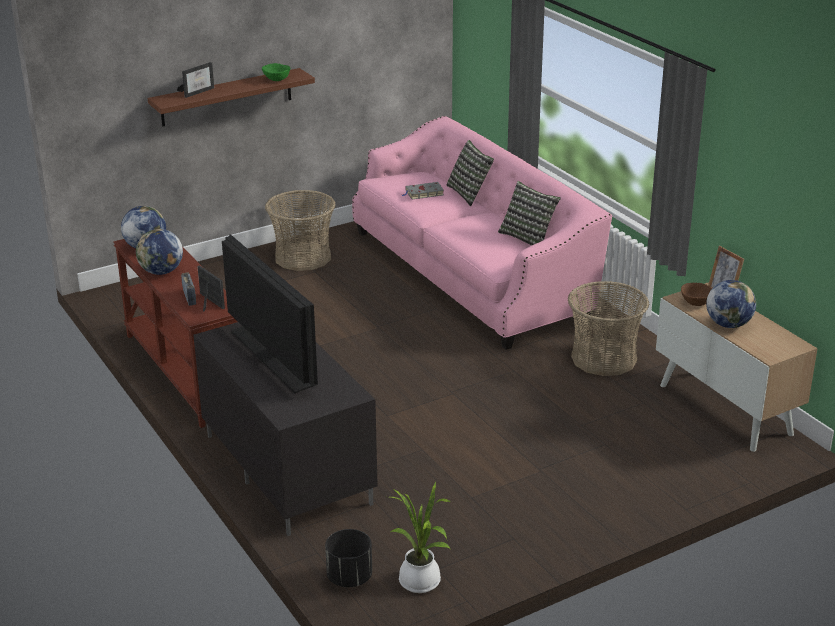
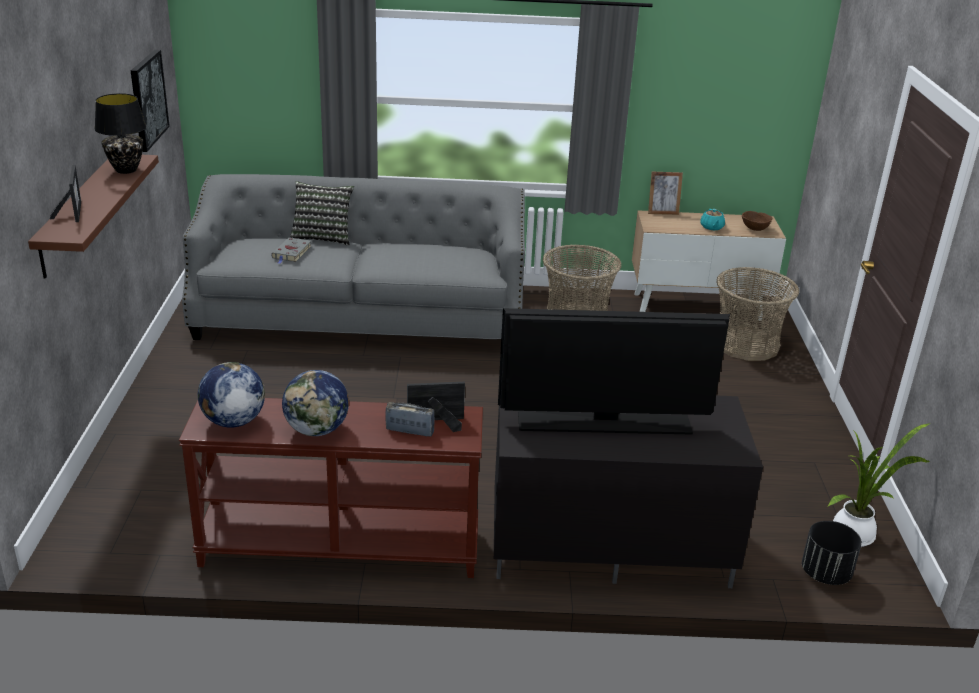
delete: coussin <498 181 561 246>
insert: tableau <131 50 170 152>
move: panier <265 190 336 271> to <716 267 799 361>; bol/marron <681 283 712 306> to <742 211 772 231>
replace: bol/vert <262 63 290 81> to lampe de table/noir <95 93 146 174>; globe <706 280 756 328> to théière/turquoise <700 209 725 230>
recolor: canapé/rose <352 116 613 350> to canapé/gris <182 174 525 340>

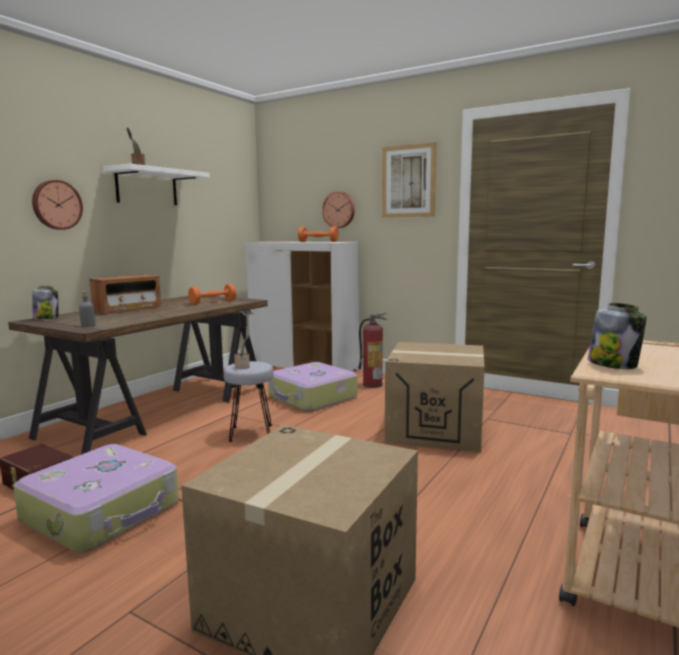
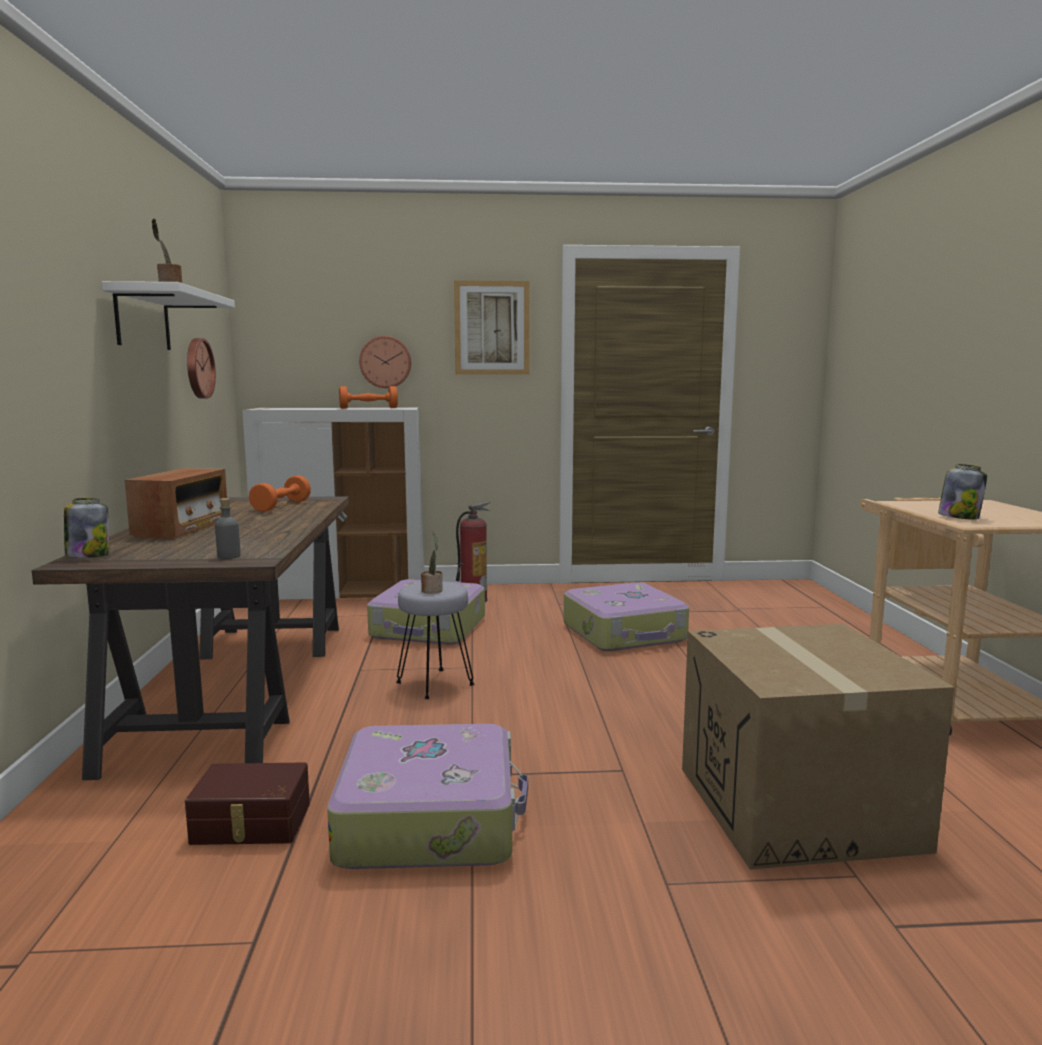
move: horloge murale <32 180 83 230> to <187 338 216 399>
replace: carton <385 342 485 452> to valise <564 582 689 651>

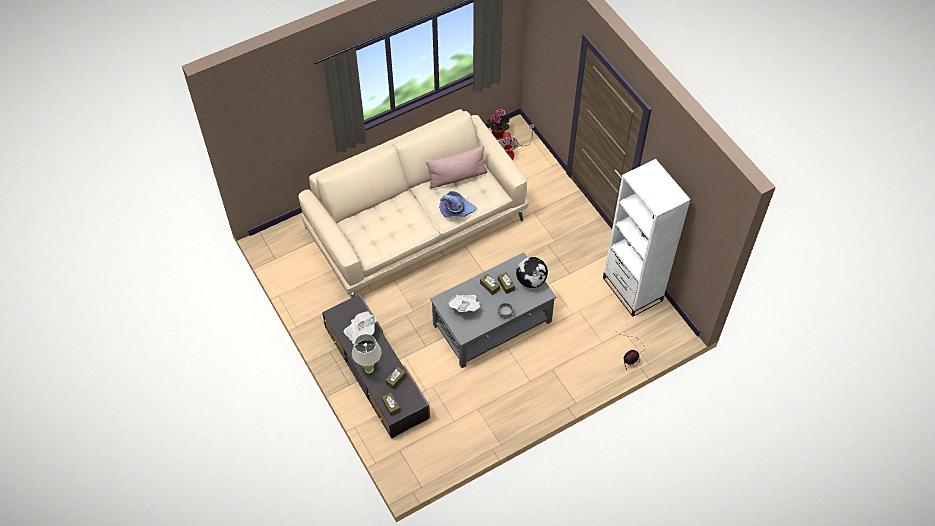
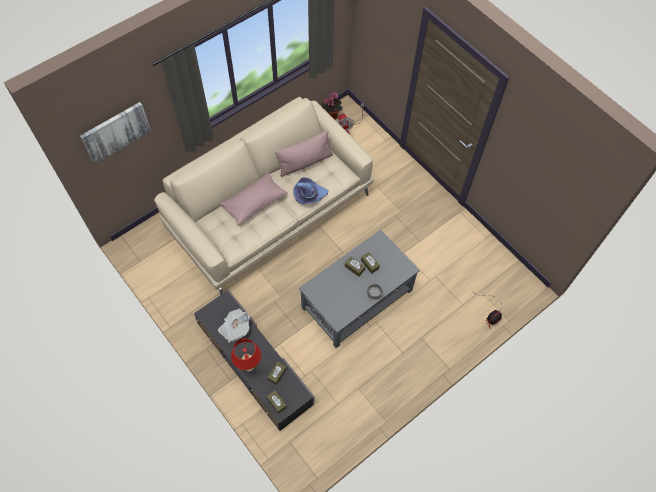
delete: journal <448 295 481 312>; globe <516 257 548 288>; bibliothèque/blanc <603 159 691 317>
insert: tableau <80 102 151 164>; coussin/rose <220 172 287 226>
recolor: lampe de table/beige <352 334 382 373> to lampe de table/rouge <231 338 261 371>

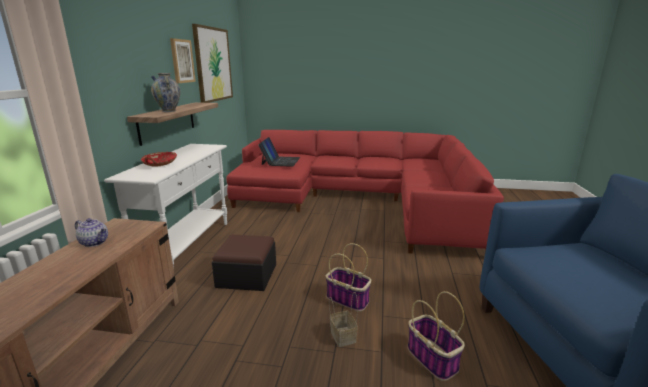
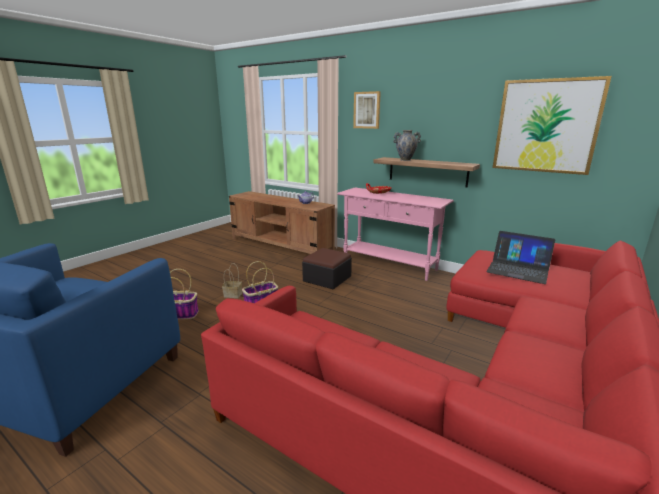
move: tableau <170 38 196 83> to <353 91 381 129>
recolor: table console/blanc <104 144 227 267> to table console/rose <337 188 454 281>

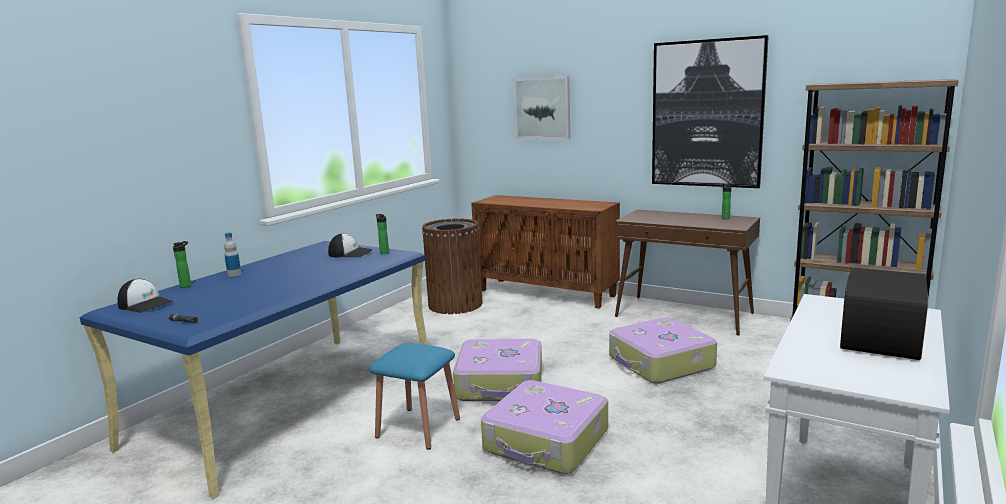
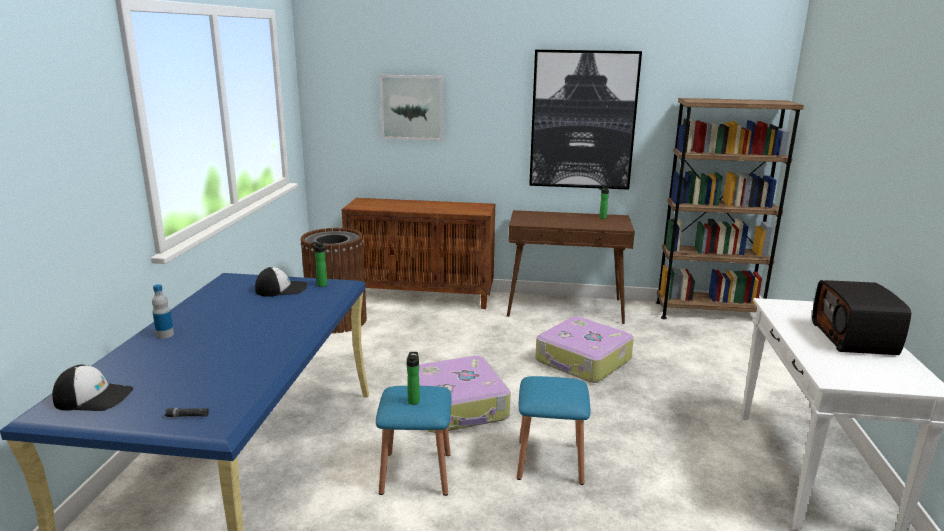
move: bouteille <173 241 191 288> to <407 352 420 405>
replace: valise <481 380 608 474> to tabouret/bleu <517 376 590 485>

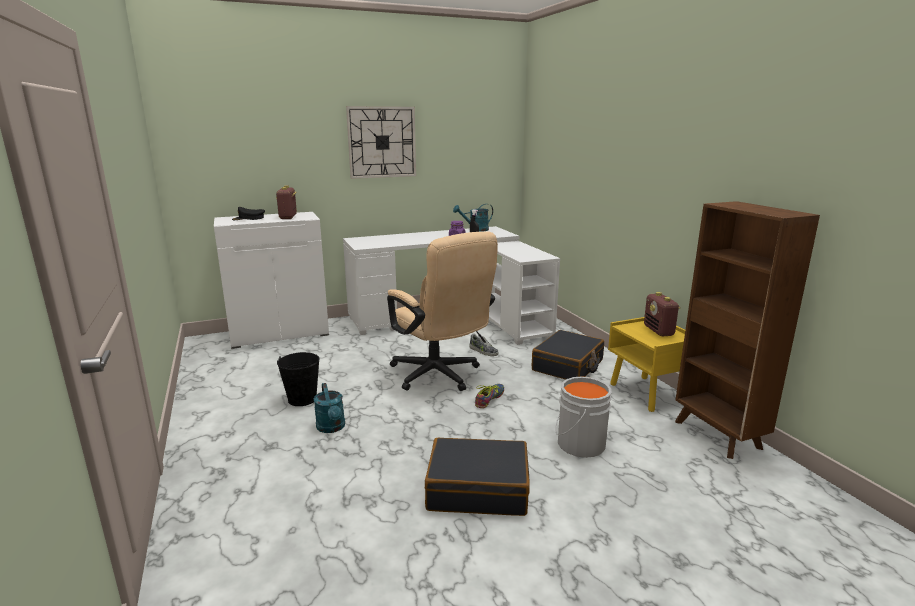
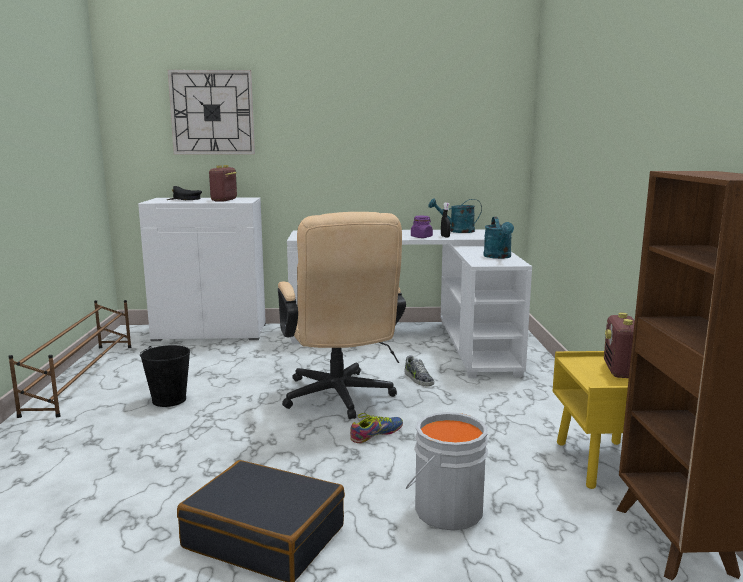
delete: valise/noir <532 330 604 379>
insert: étagère à chaussures/marron <8 300 131 418>
move: horloge murale <346 106 416 179> to <168 70 255 155>; arrosoir/turquoise <314 383 345 433> to <483 217 514 259>

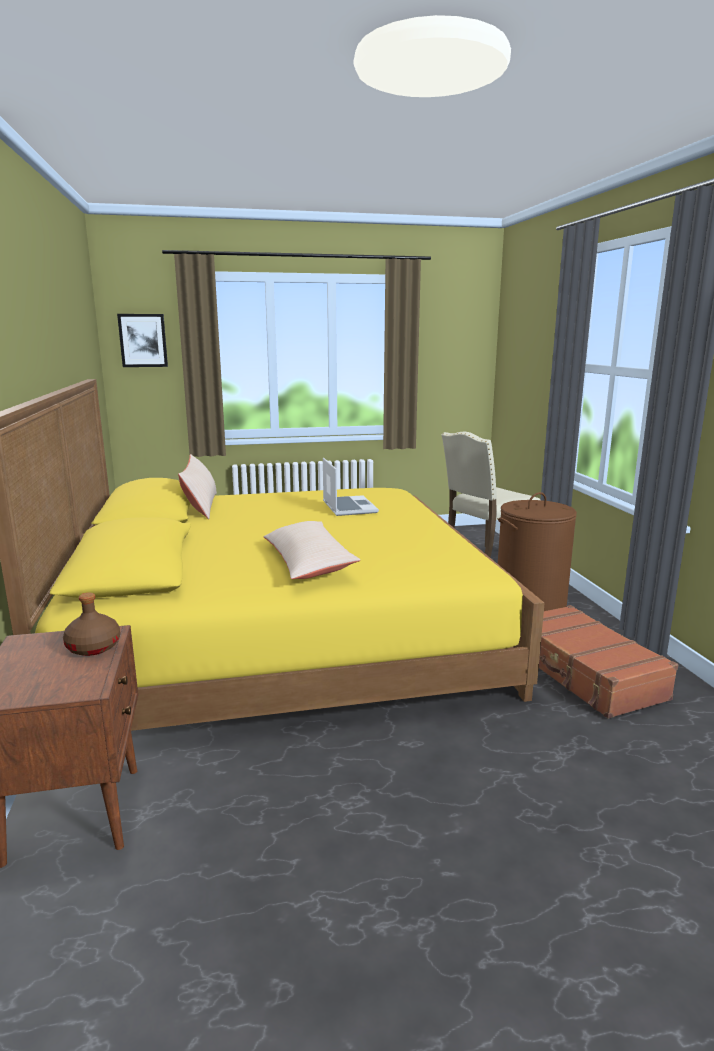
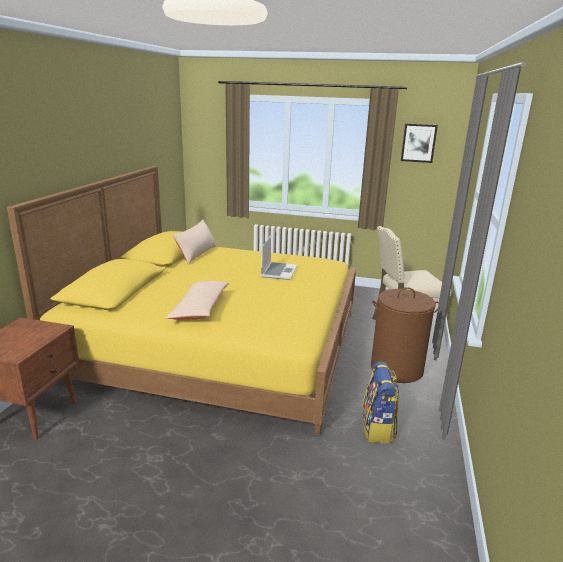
delete: bouteille/marron <63 593 120 656>
move: tableau <117 314 168 367> to <401 123 438 163>
replace: valise/marron <539 605 678 719> to sac à dos <362 362 399 443>

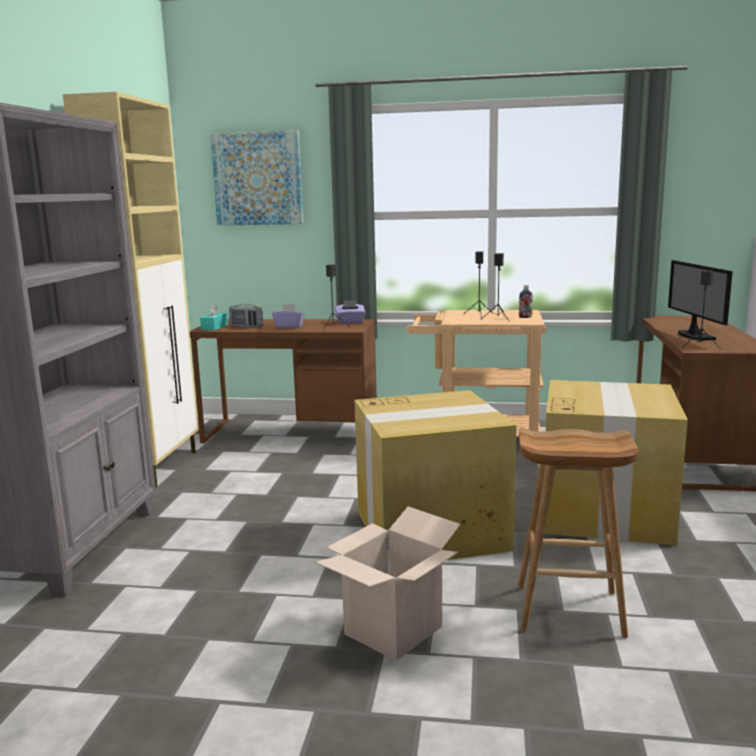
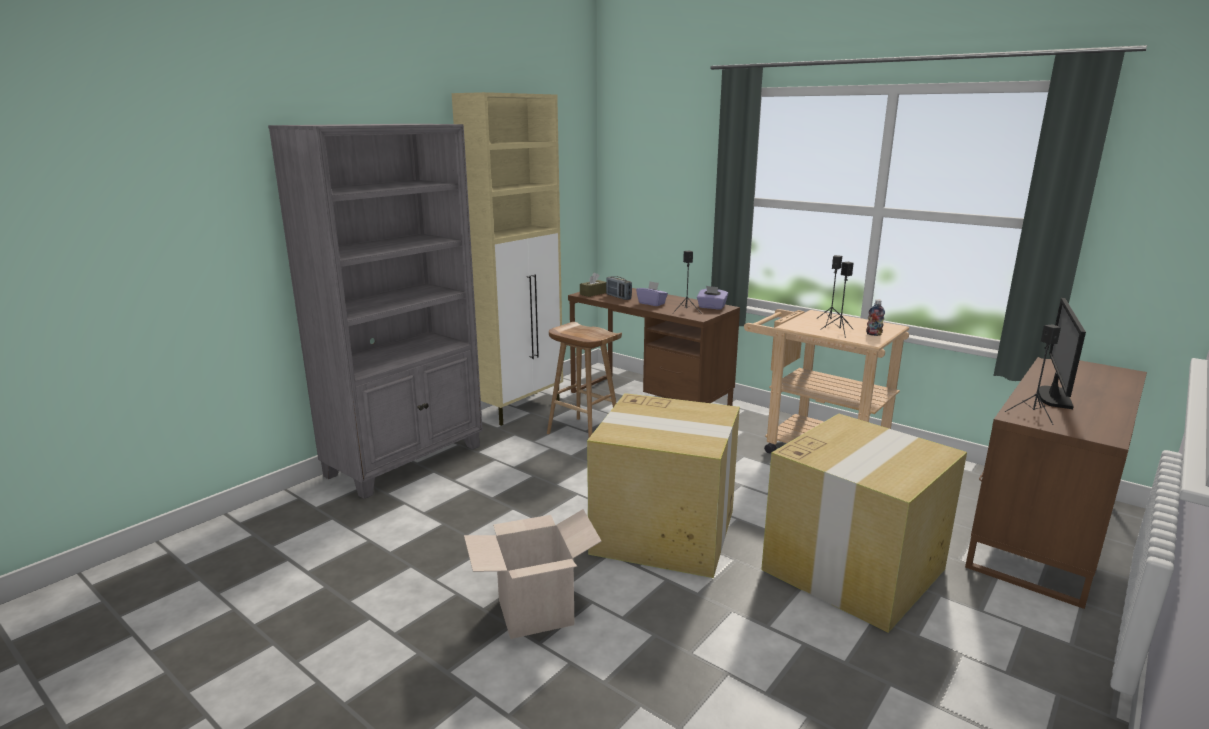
delete: tableau <210 131 303 226>
move: tabouret/marron <518 428 638 638> to <547 322 622 437>
recolor: boîte à mouchoirs/turquoise <200 304 228 330> to boîte à mouchoirs/marron <580 273 606 297>

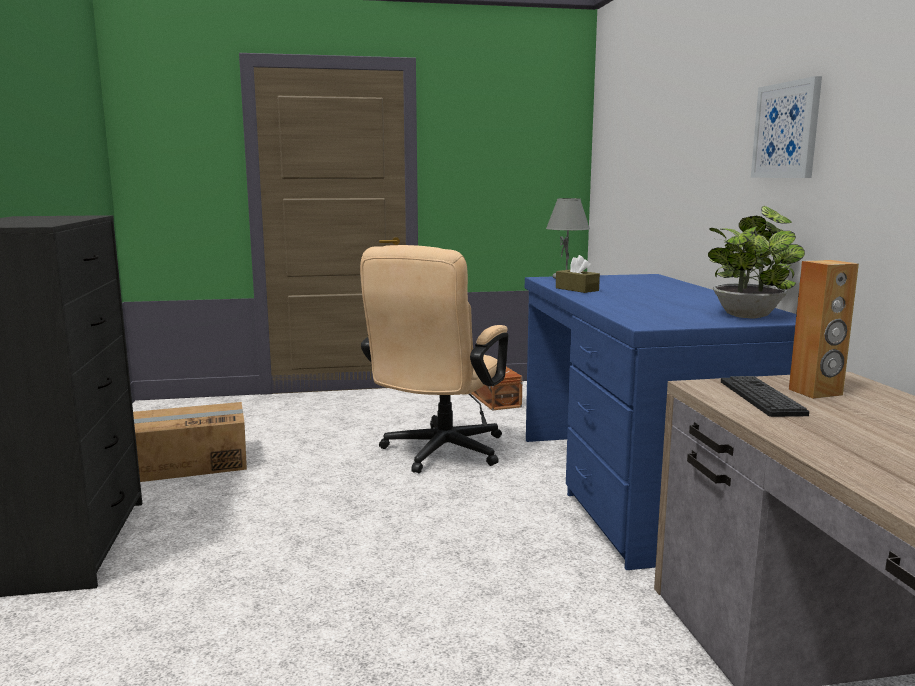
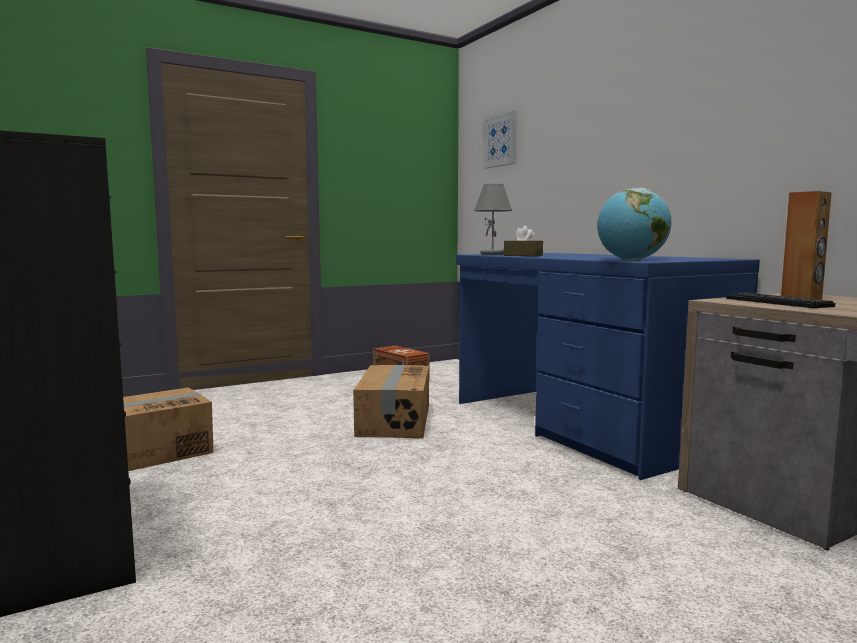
delete: plante en pot <708 206 805 318>
insert: globe <597 188 672 261>
move: tableau <751 76 822 178> to <483 110 517 168>
replace: chaise de bureau/beige <360 245 508 473> to carton <353 365 429 438>

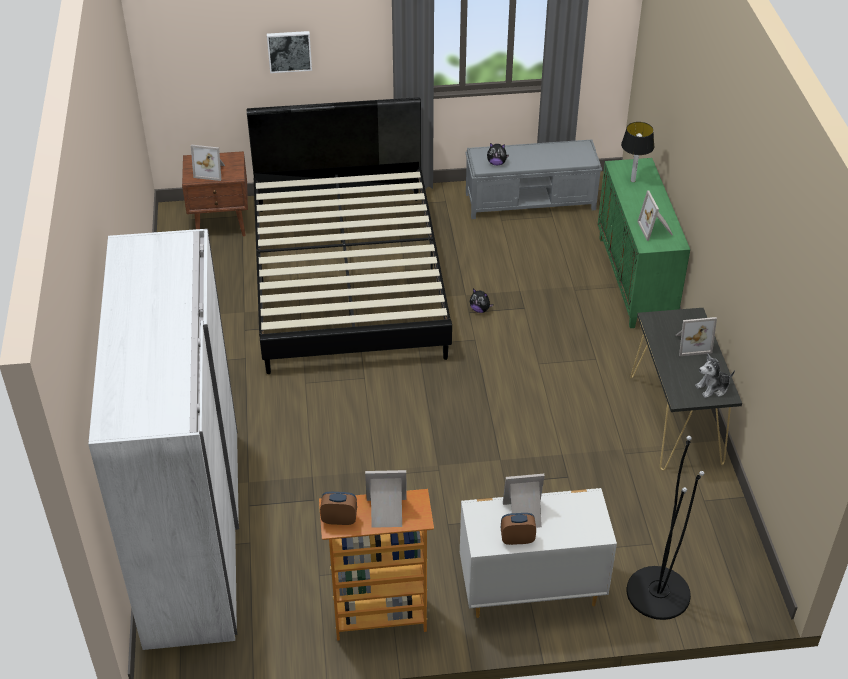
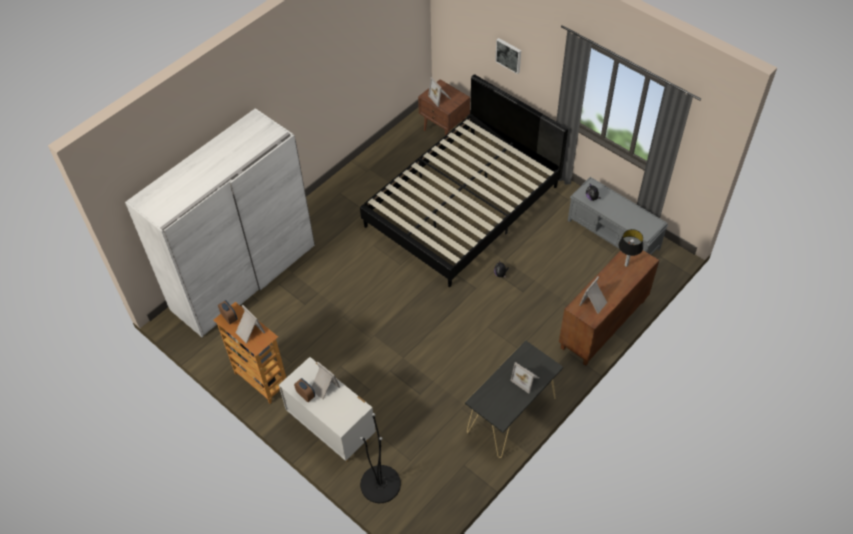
delete: peluche <695 354 735 398>
recolor: meuble de rangement/vert <598 158 690 328> to meuble de rangement/marron <559 242 659 366>

